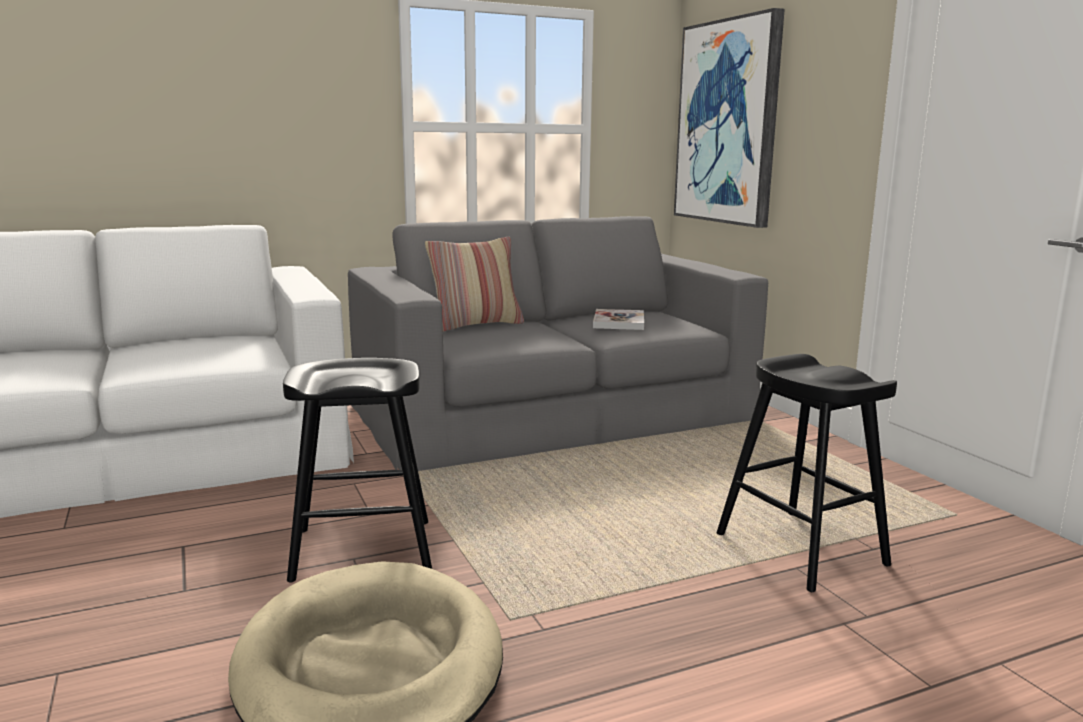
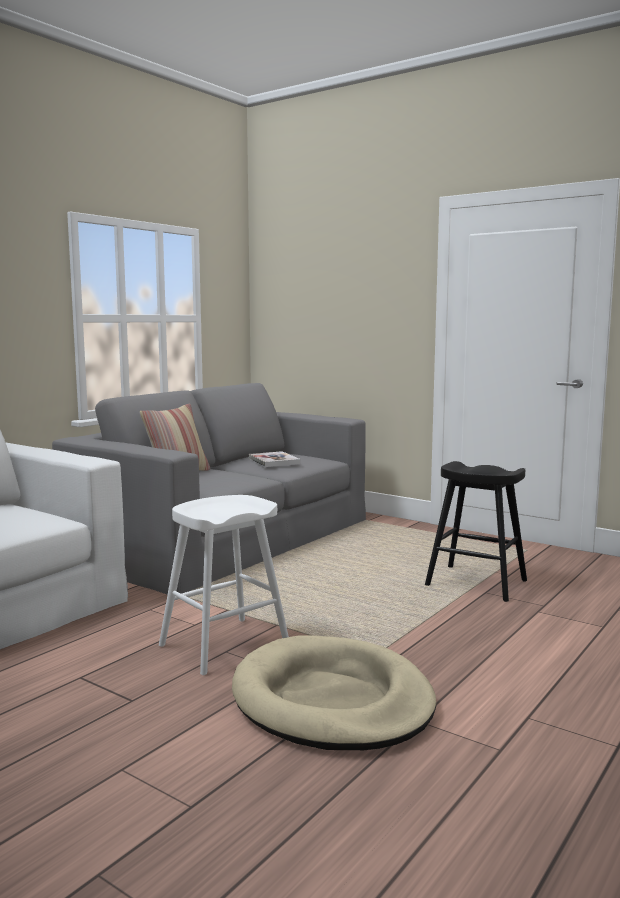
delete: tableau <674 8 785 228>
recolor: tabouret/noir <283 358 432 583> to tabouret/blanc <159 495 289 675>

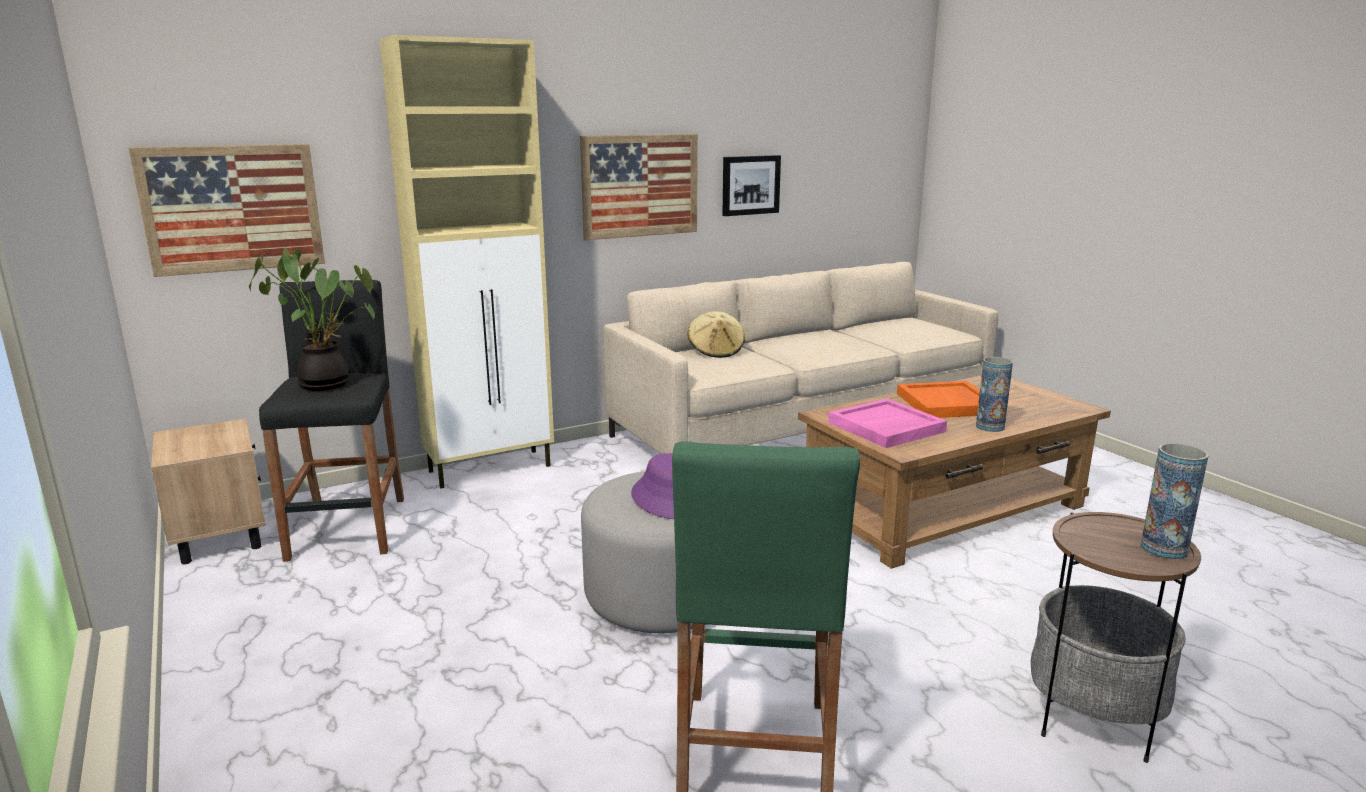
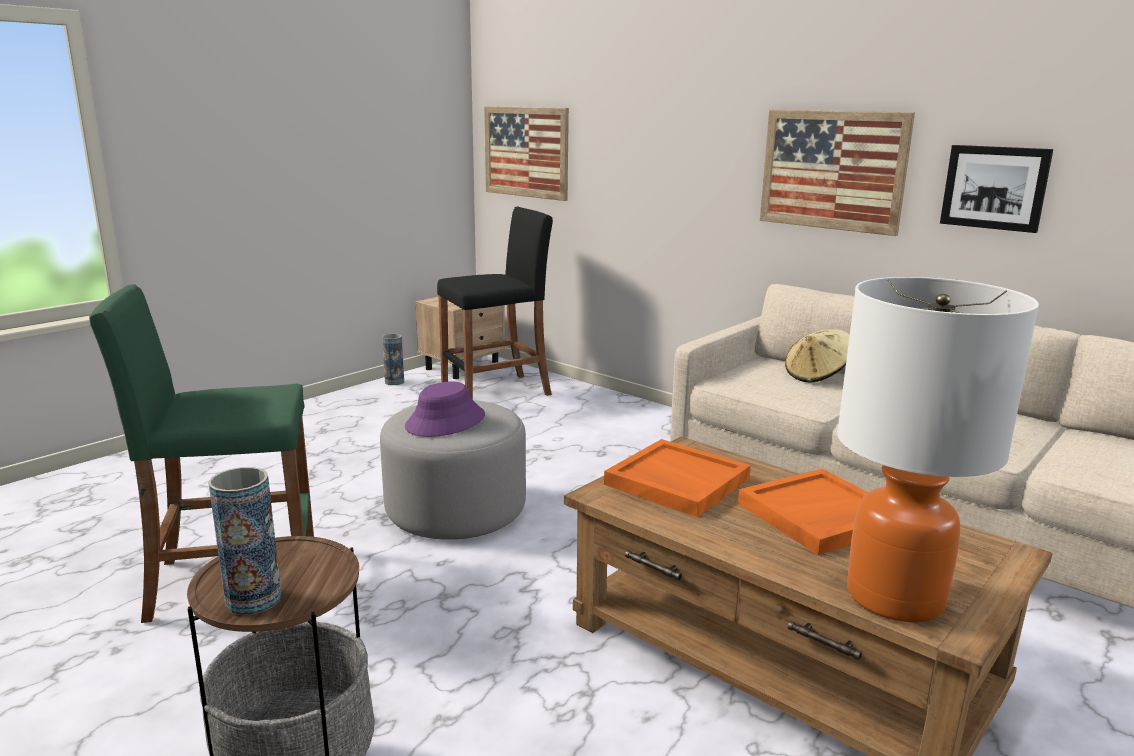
delete: plante en pot <249 248 375 391>; meuble de rangement/beige <380 35 554 488>
insert: lampe de table <837 277 1039 622>
move: vase <976 357 1013 432> to <382 334 404 385>
recolor: plateau/rose <828 398 947 448> to plateau/orange <604 439 751 517>

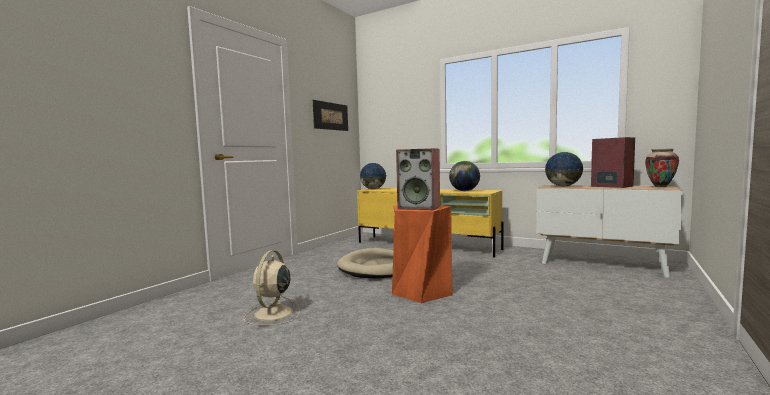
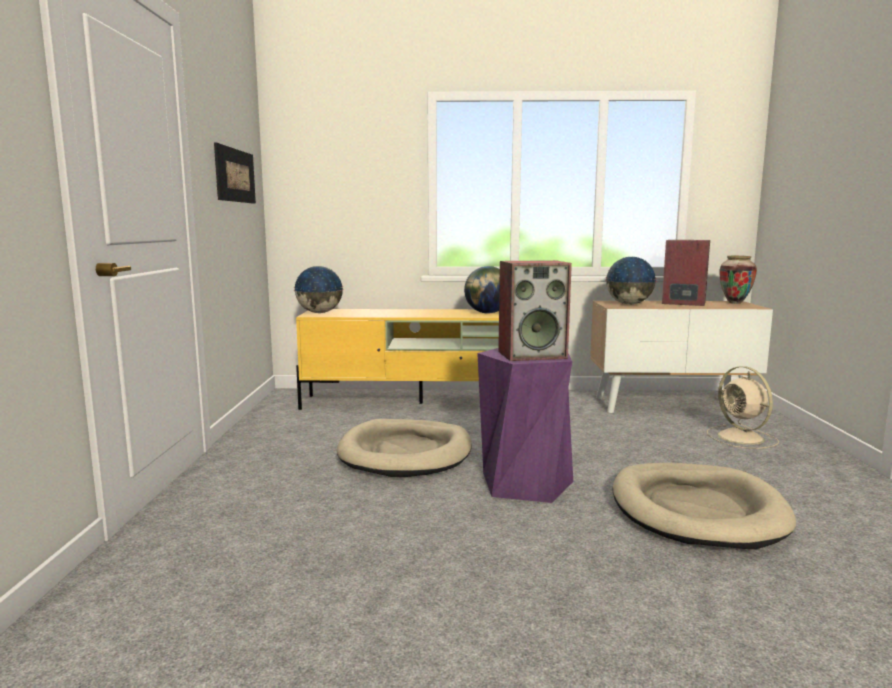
insert: panier pour chien/beige <613 463 796 549>
move: ventilateur/beige <243 250 300 326> to <707 366 779 449>
recolor: tabouret/orange <392 205 452 303> to tabouret/violet <477 348 573 503>

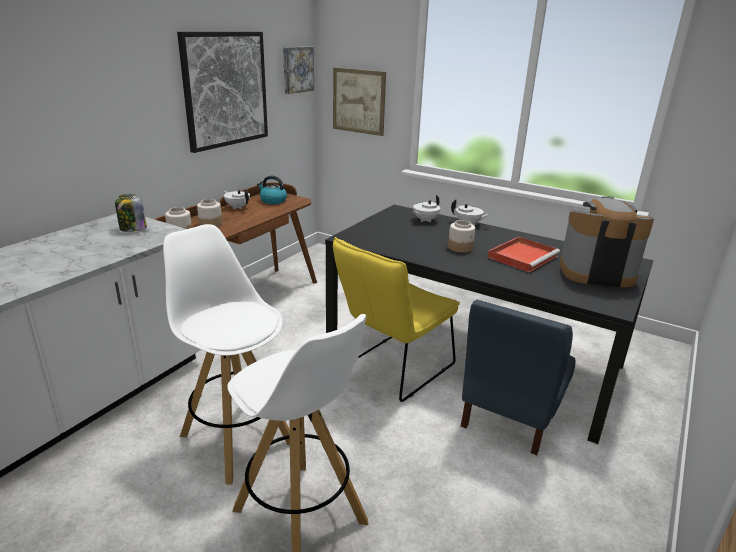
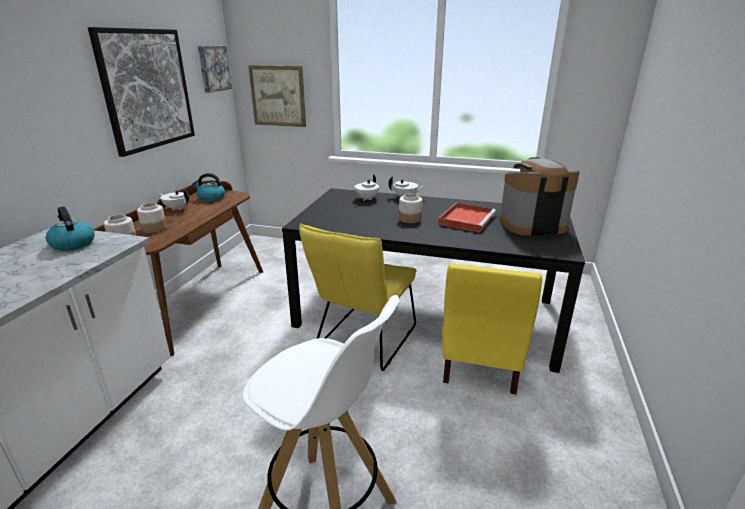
delete: tabouret/blanc <163 224 290 485>
replace: bocal <115 194 147 232> to bouilloire <46 206 95 251>
recolor: chaise/bleu <461 300 576 455> to chaise/jaune <442 263 542 395>

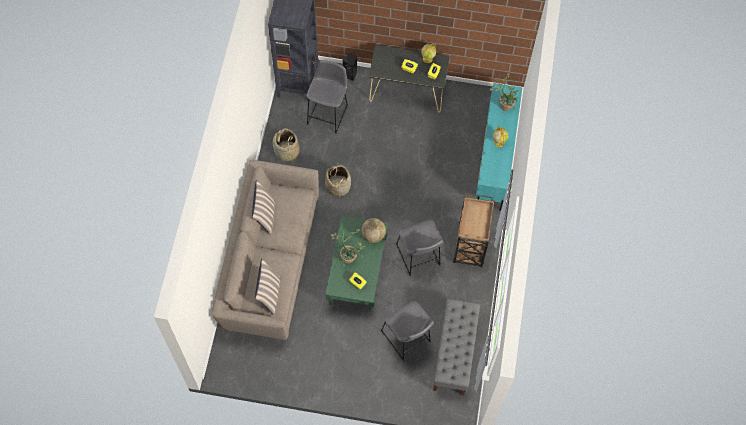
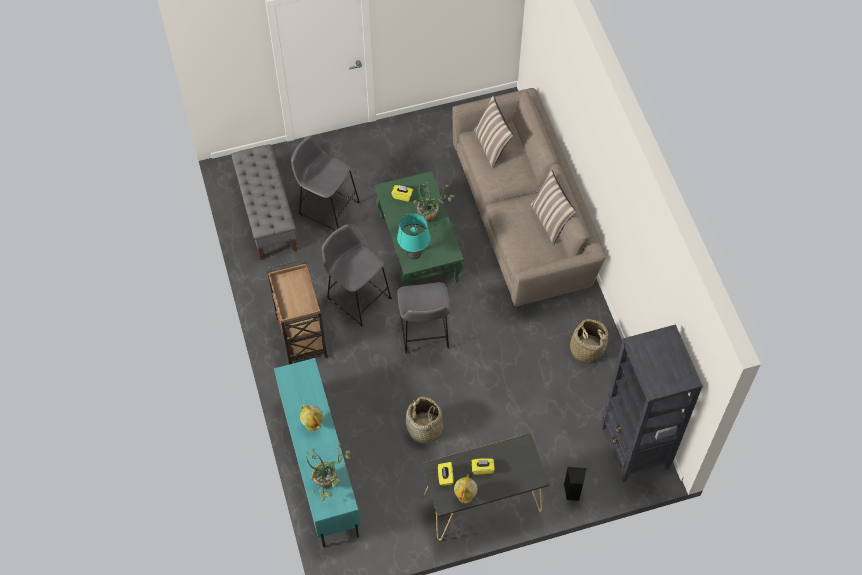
move: tabouret/gris <307 60 348 133> to <397 282 451 354>; panier <325 164 351 198> to <406 396 443 443>
replace: globe <361 218 386 243> to lampe de table/turquoise <397 213 430 259>

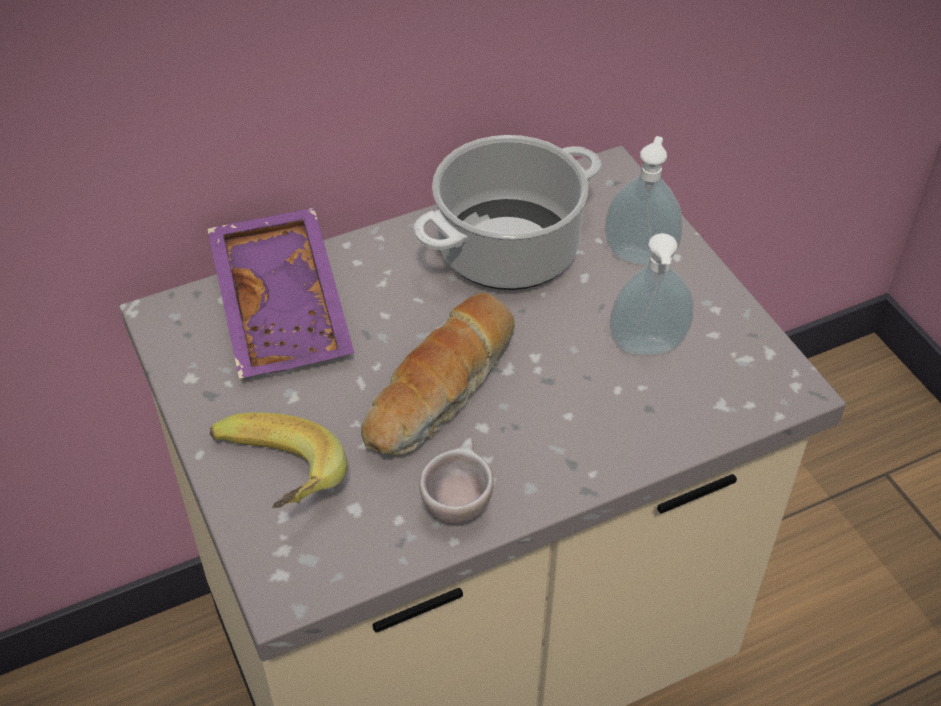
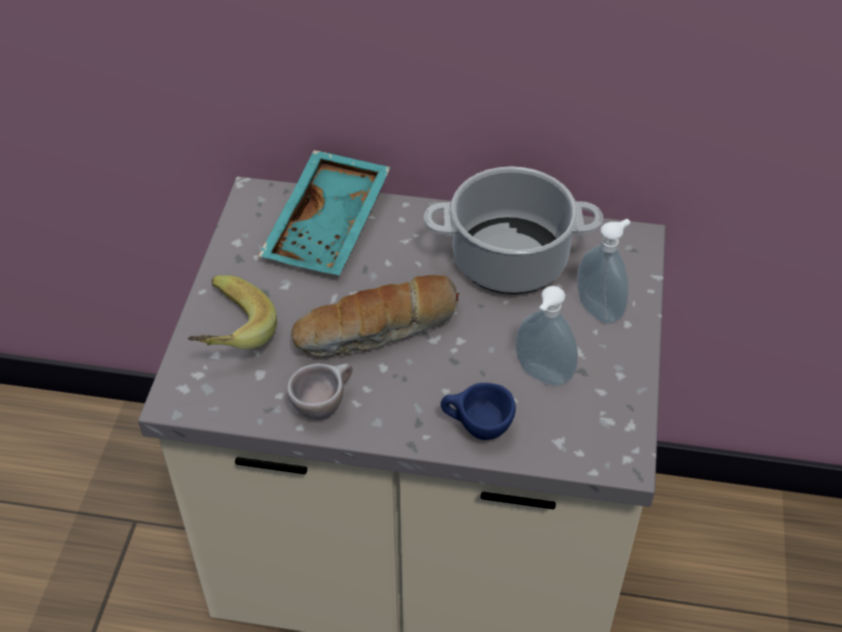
insert: tasse/bleu <441 383 516 440>
recolor: plateau/violet <207 208 354 379> to plateau/turquoise <259 150 391 275>

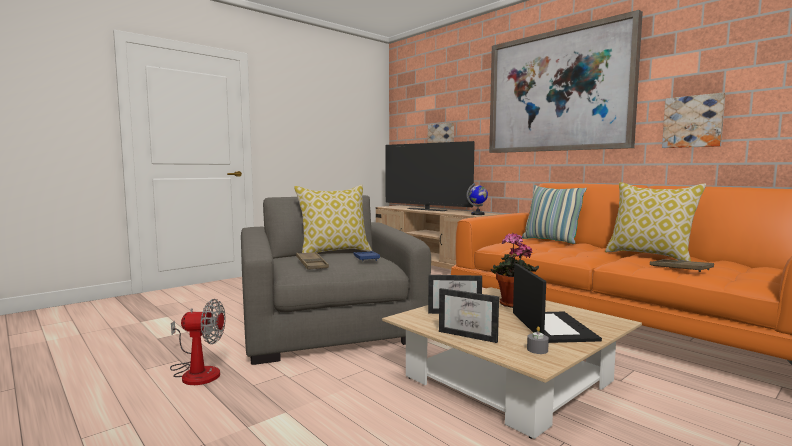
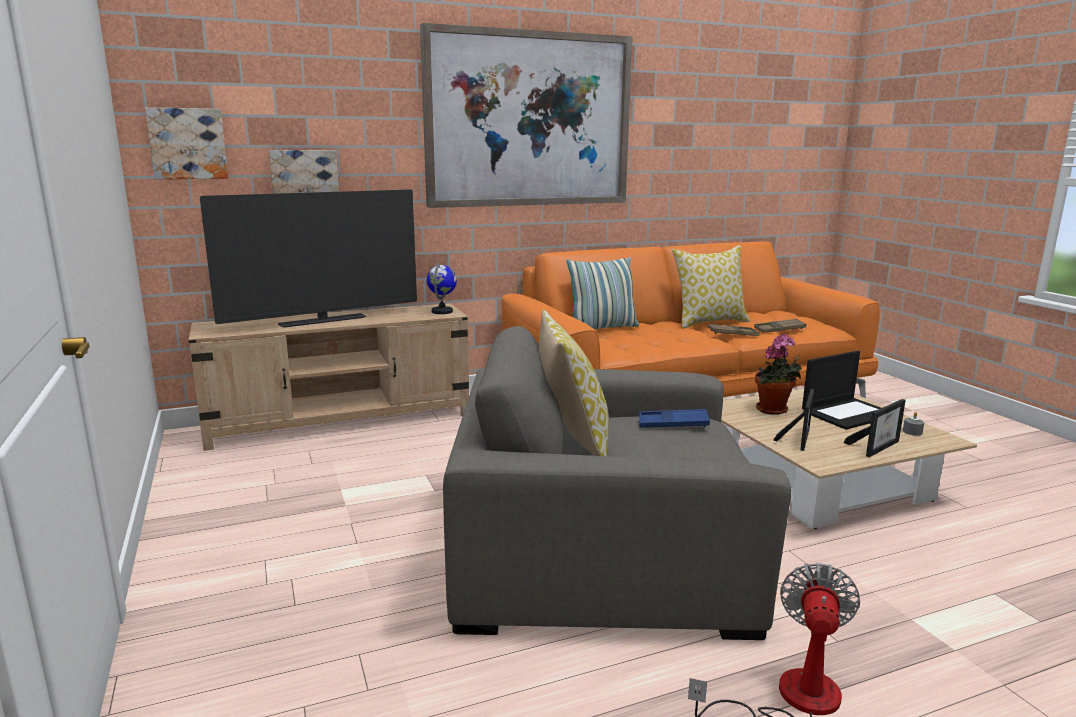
move: tableau <662 92 725 148> to <145 107 228 179>; plateau/marron <296 252 329 269> to <708 324 760 336>
rotate: ordinateur portable <513 263 602 343> = <802 351 881 430> 135 degrees clockwise

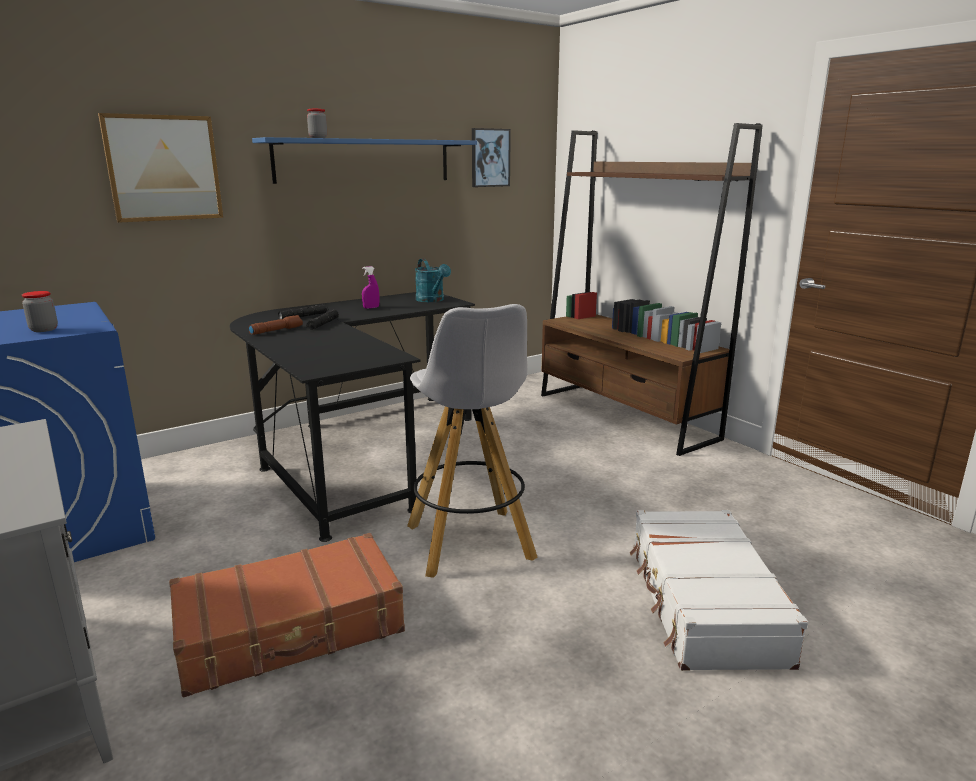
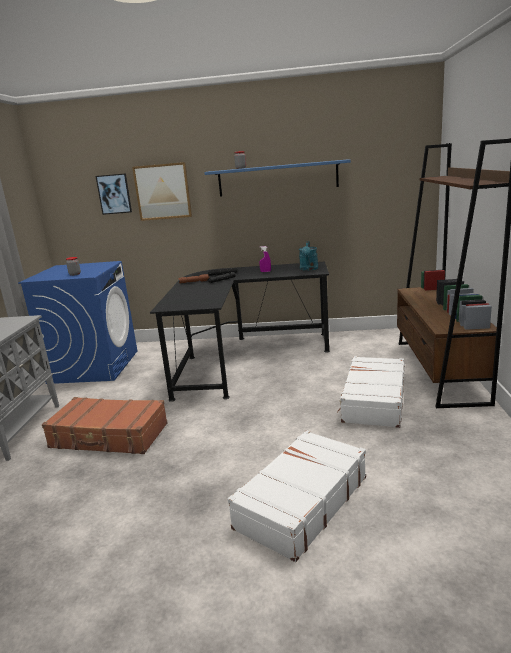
delete: tabouret/blanc <407 304 537 578>
insert: valise/blanc <337 356 405 428>
move: tableau <472 128 511 187> to <96 173 132 215>

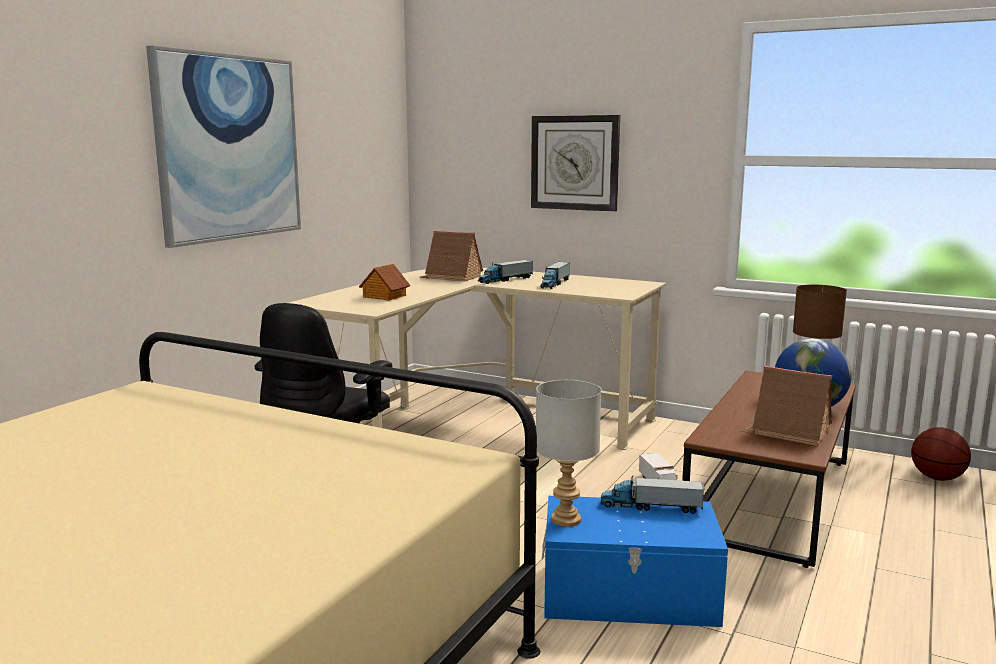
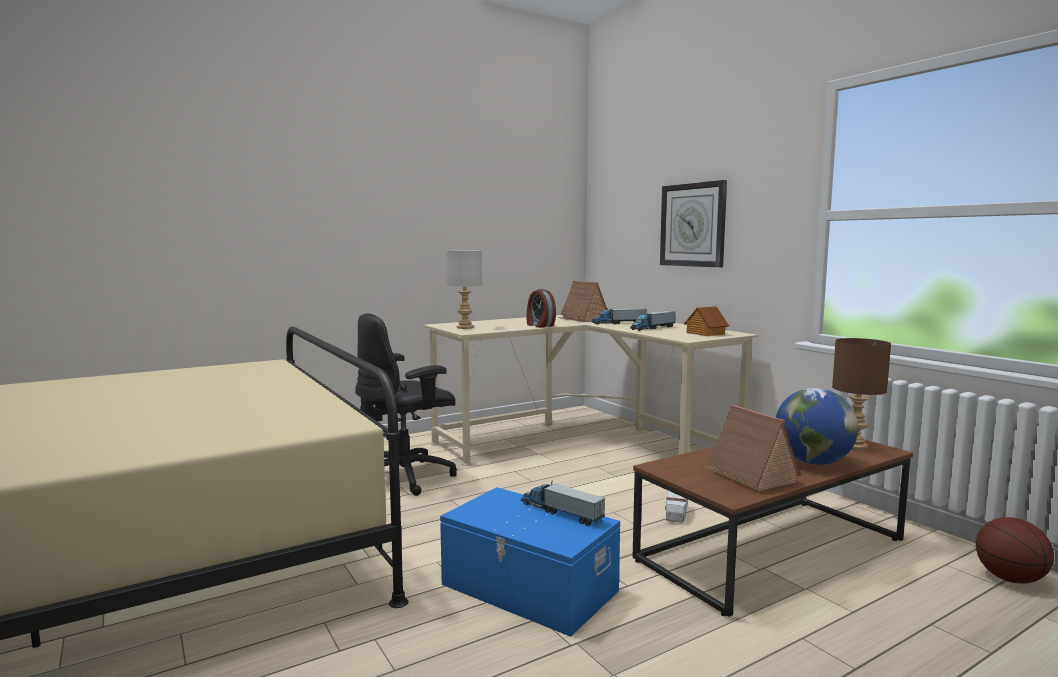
delete: tableau <146 45 301 248>
insert: réveil <526 289 556 328>
move: lampe de table/gris <536 380 602 527> to <446 251 482 329>; maison miniature <359 264 410 301> to <684 306 729 336>

